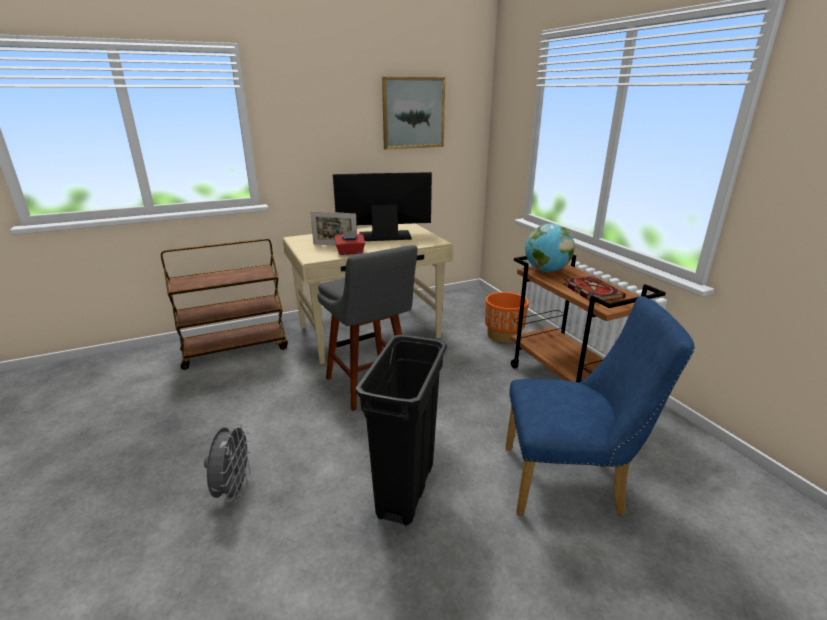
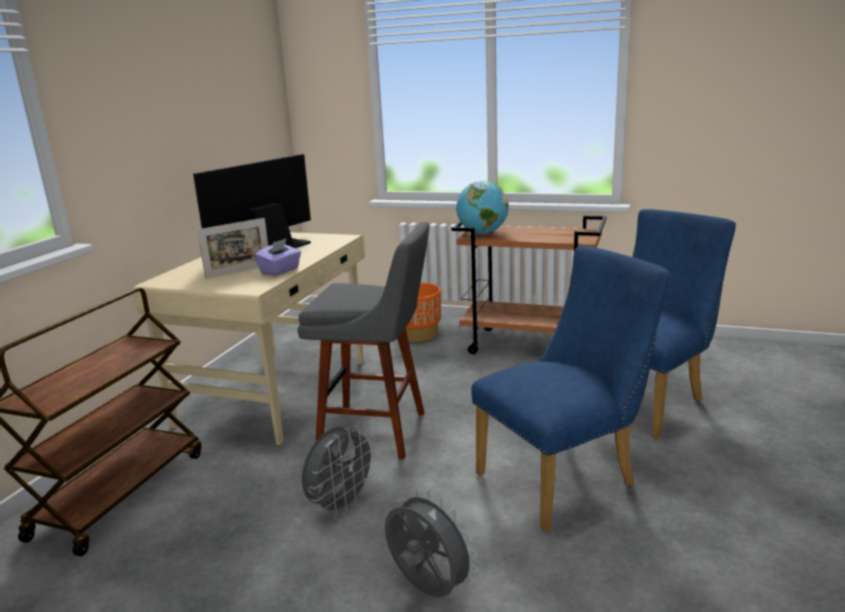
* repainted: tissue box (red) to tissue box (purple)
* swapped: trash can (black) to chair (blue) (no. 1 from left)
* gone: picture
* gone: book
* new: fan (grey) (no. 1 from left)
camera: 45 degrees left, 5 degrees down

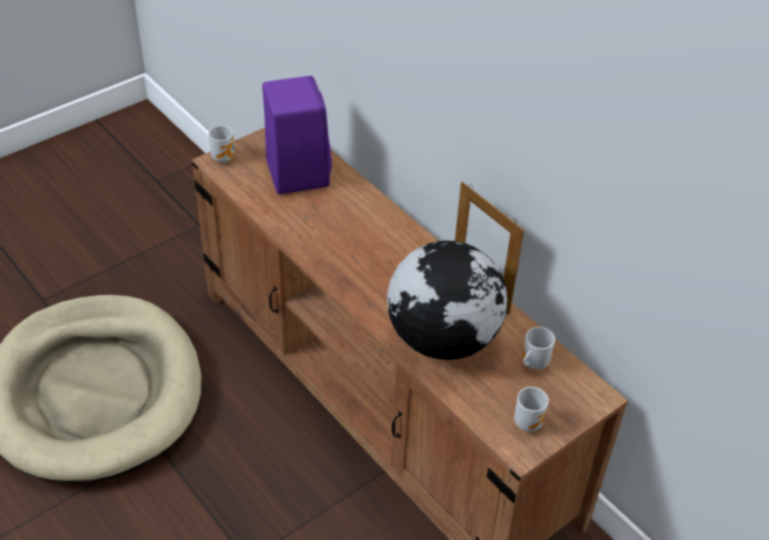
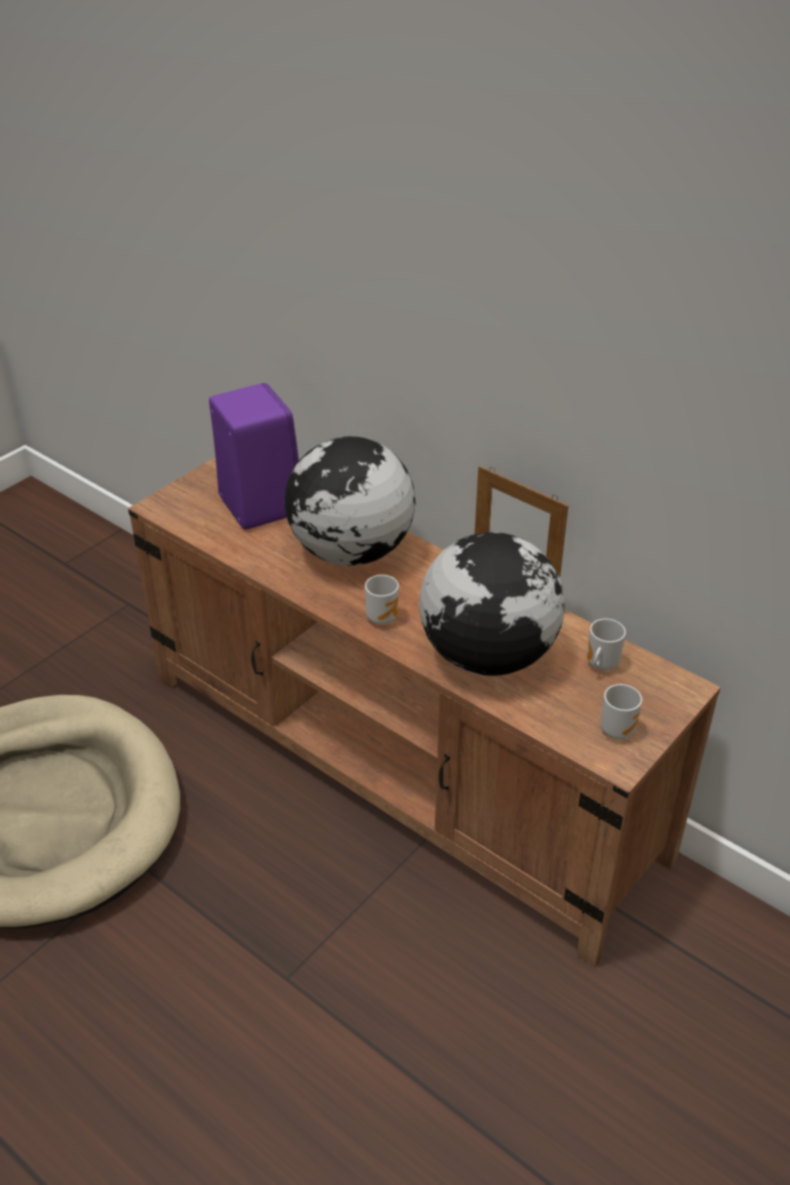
* shifted: mug (no. 1 from left)
* new: globe (no. 1 from left)
camera: 10 degrees left, 5 degrees down

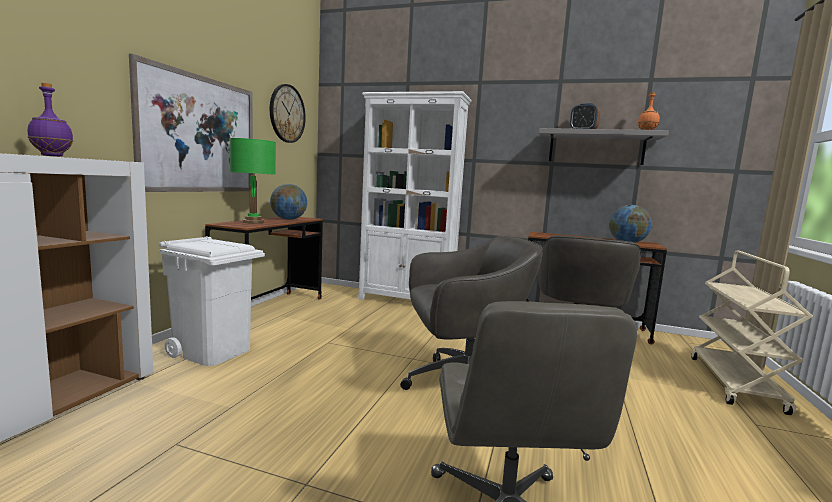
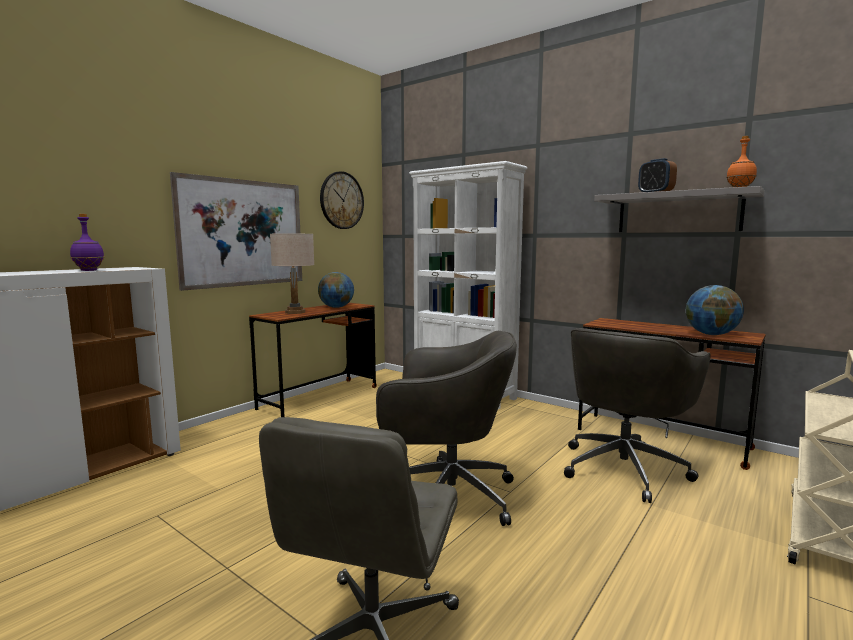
* gone: trash can (white)
* repainted: table lamp (green) to table lamp (beige)
camera: 20 degrees right, 0 degrees up

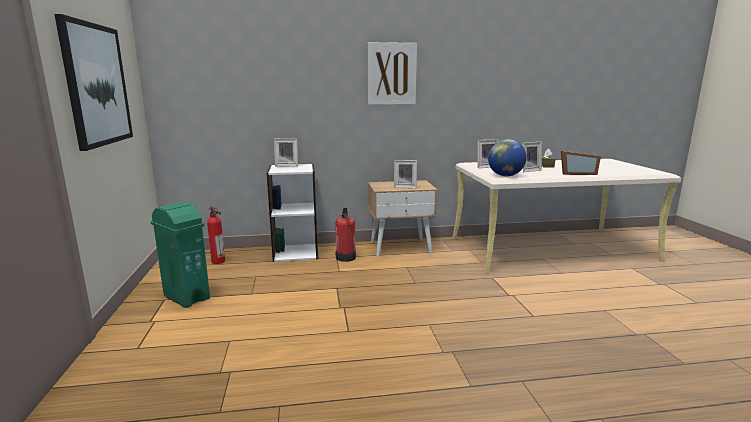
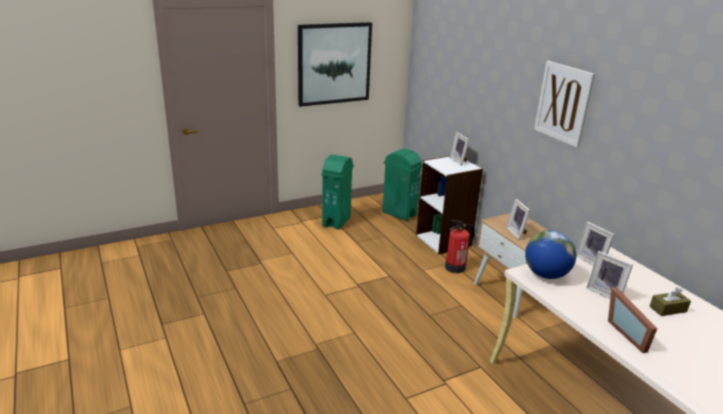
* swapped: fire extinguisher (no. 1 from left) to trash can (green) (no. 2 from left)
camera: 70 degrees right, 10 degrees up

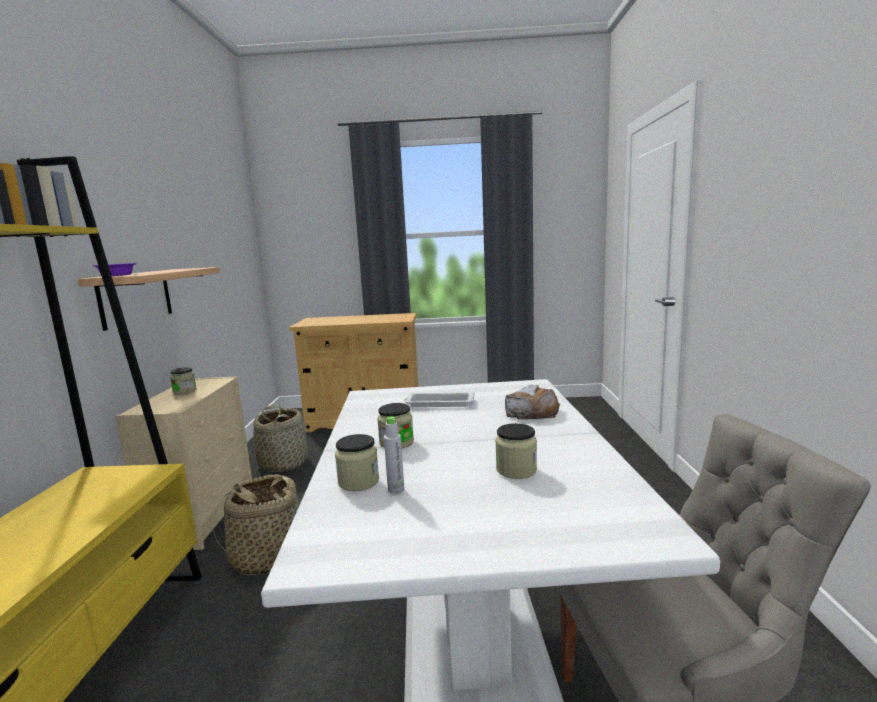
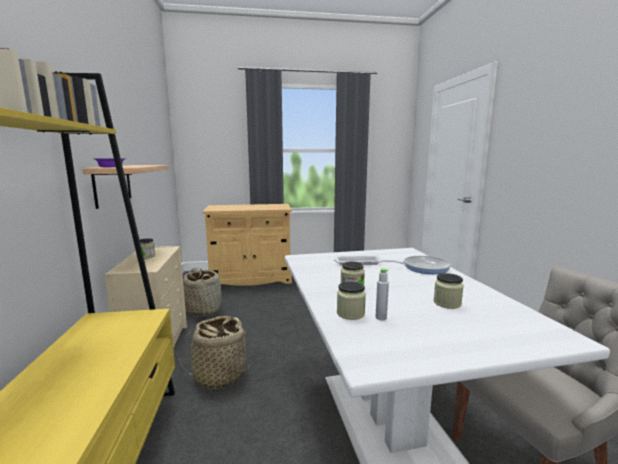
* swapped: bread to frying pan
camera: 10 degrees left, 0 degrees up

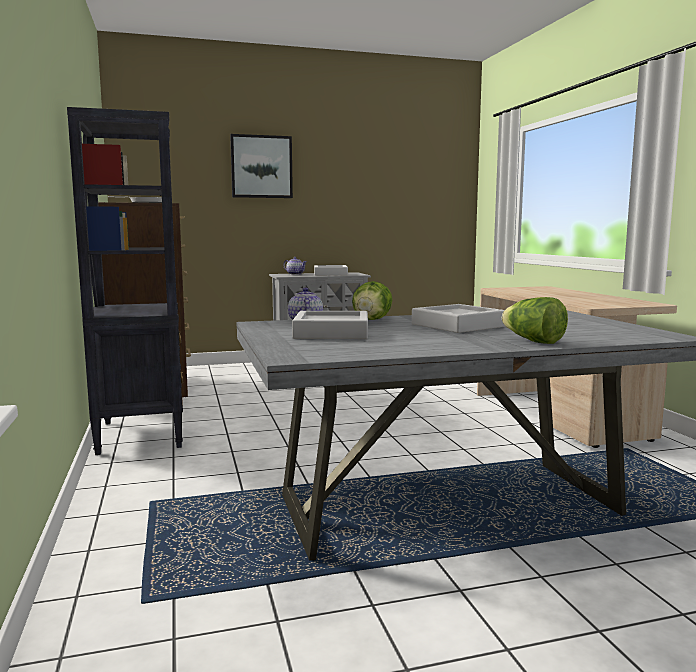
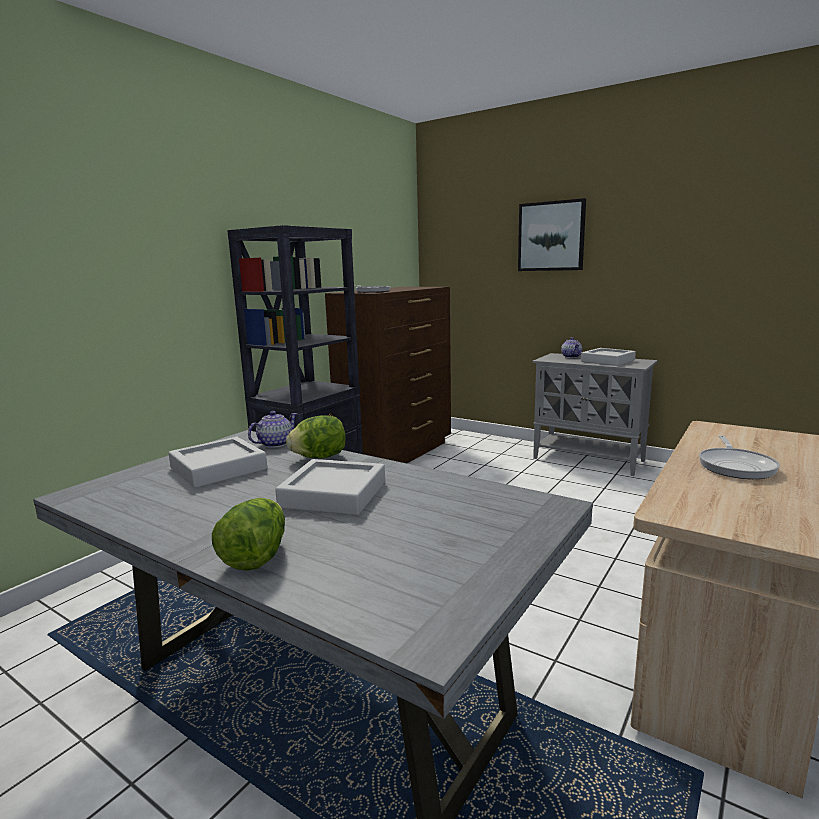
* new: frying pan (no. 2 from left)
camera: 50 degrees right, 5 degrees up

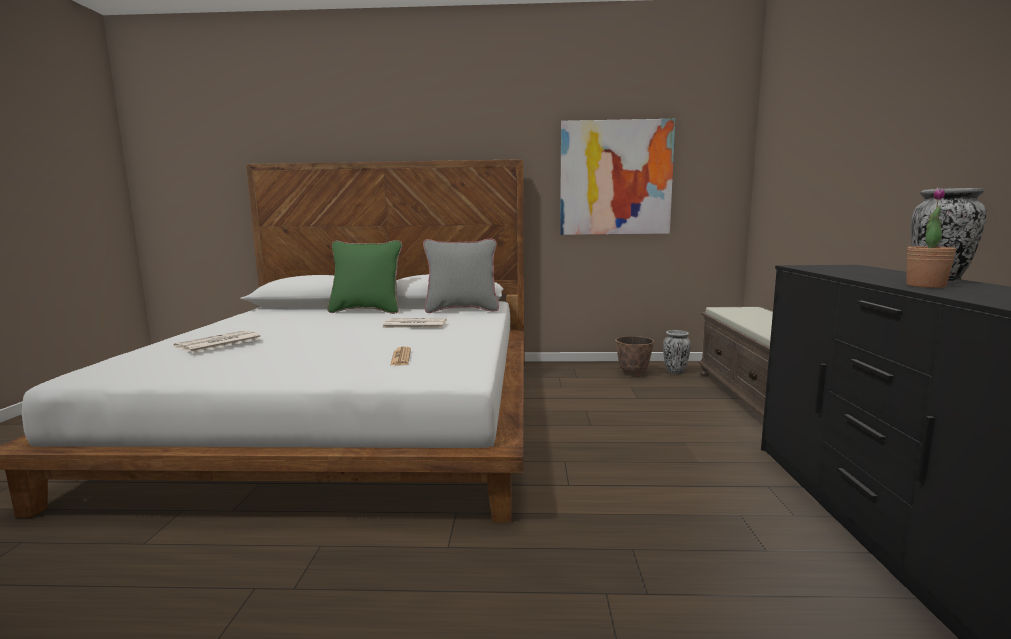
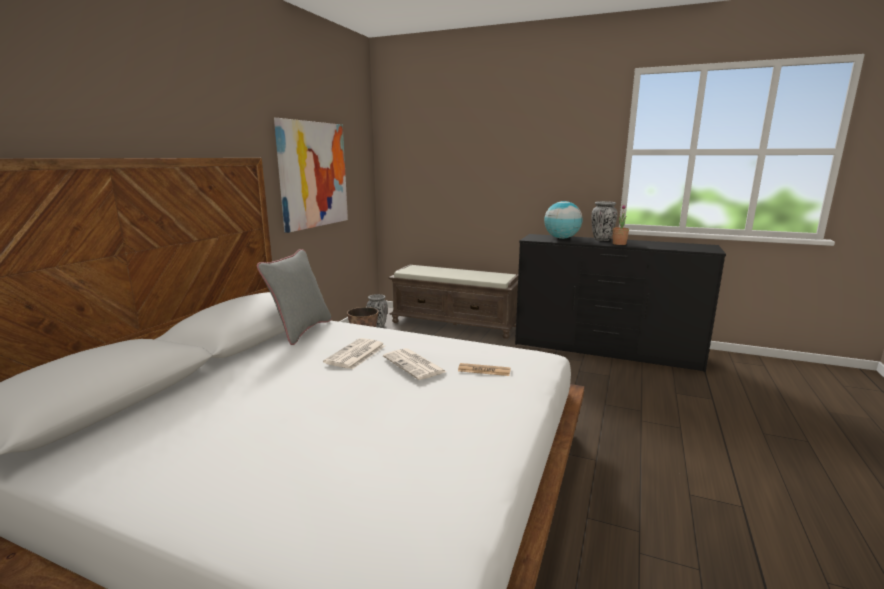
* shifted: newspaper (no. 1 from left in the first image) to newspaper (no. 2 from left)
* gone: pillow (green)
* new: globe
camera: 70 degrees left, 5 degrees up

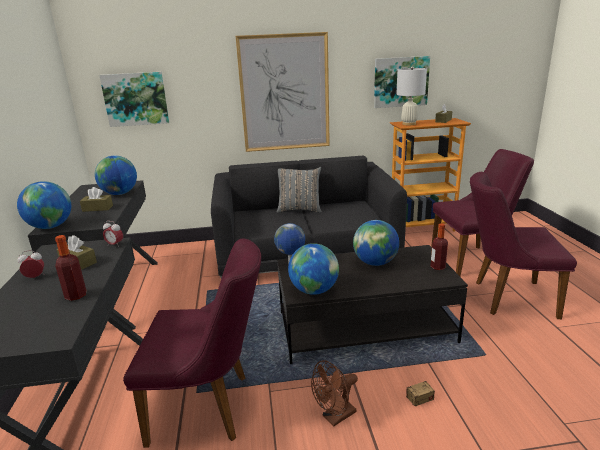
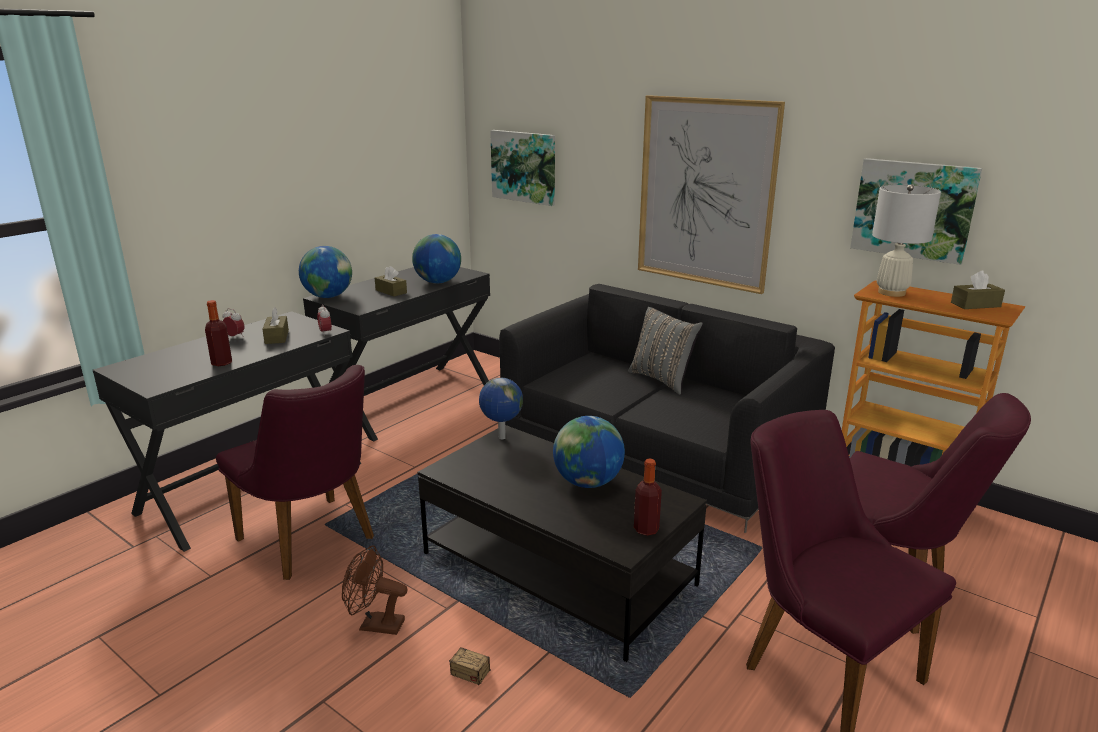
* gone: globe (no. 4 from left)
camera: 45 degrees right, 0 degrees up

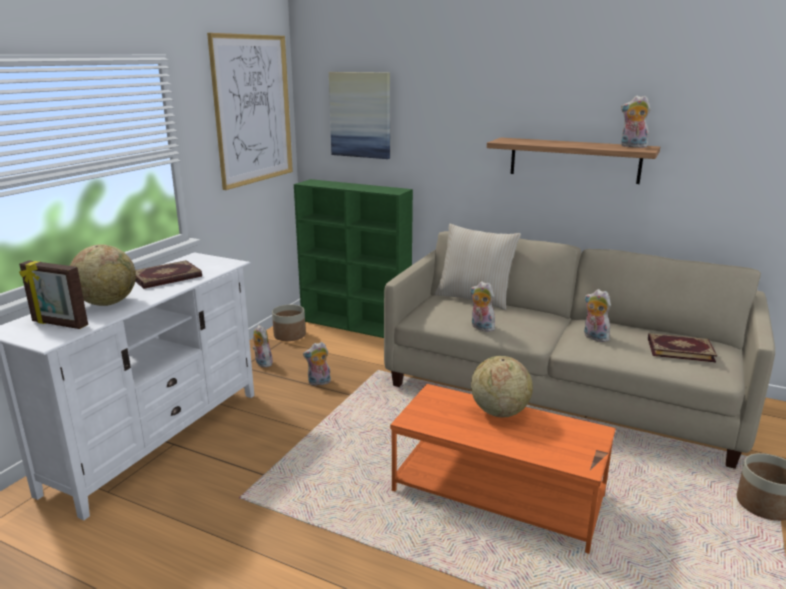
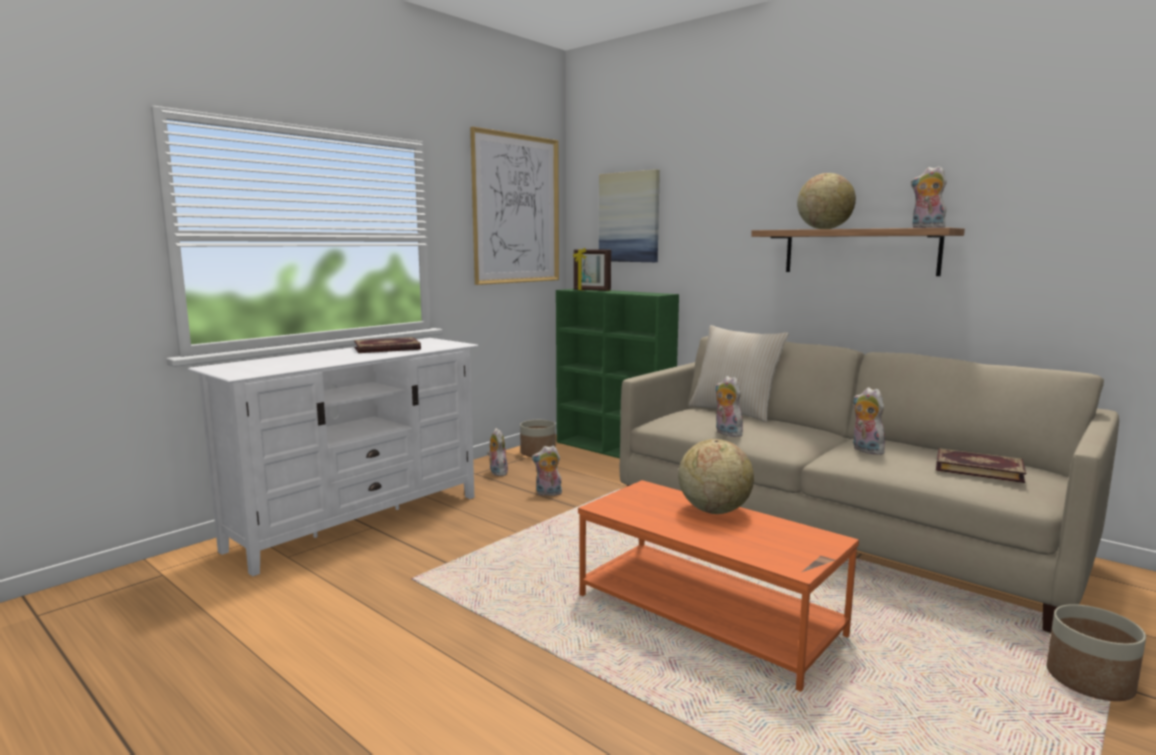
* shifted: picture frame
* shifted: globe (no. 1 from left in the first image) to globe (no. 2 from left)
camera: 15 degrees right, 10 degrees down

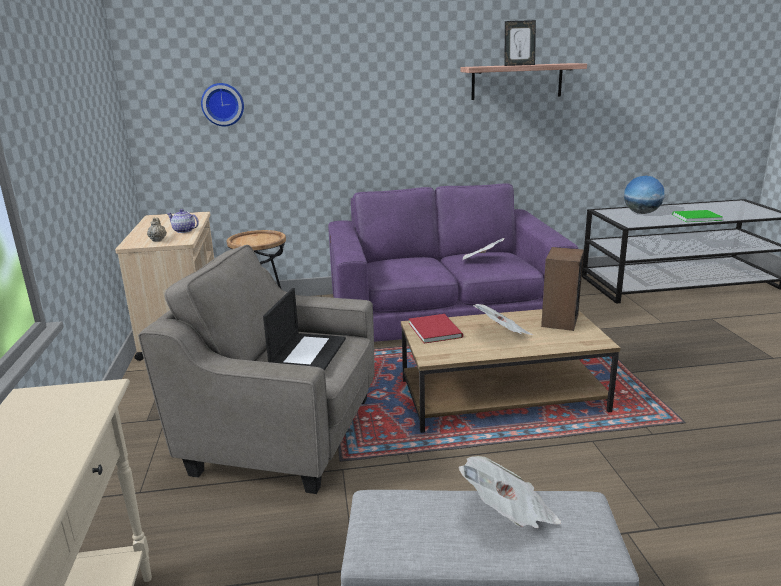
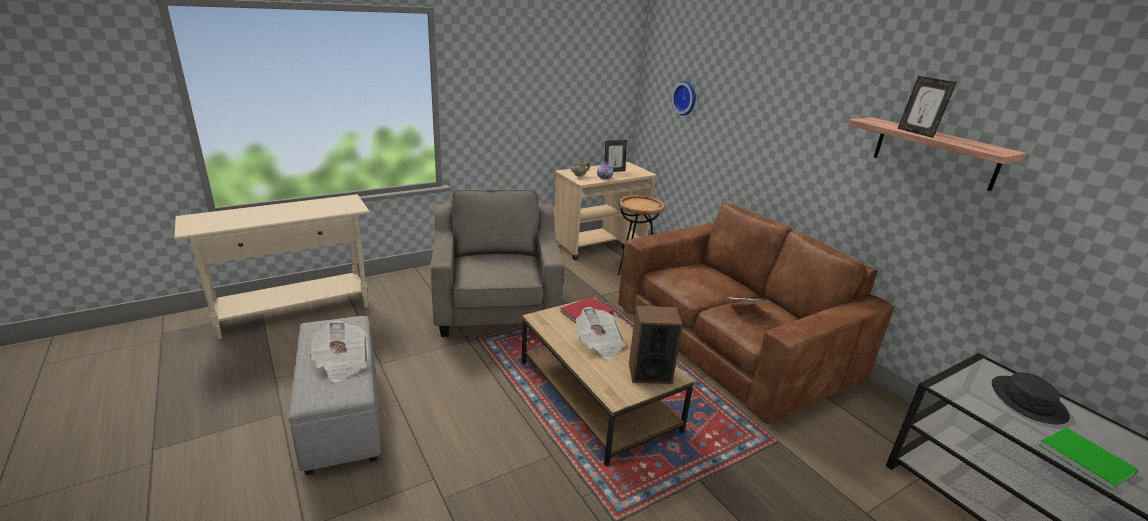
* gone: laptop
* repainted: sofa (purple) to sofa (brown)
* swapped: globe to hat (black)
* new: picture frame (no. 1 from left)
camera: 65 degrees right, 5 degrees up

